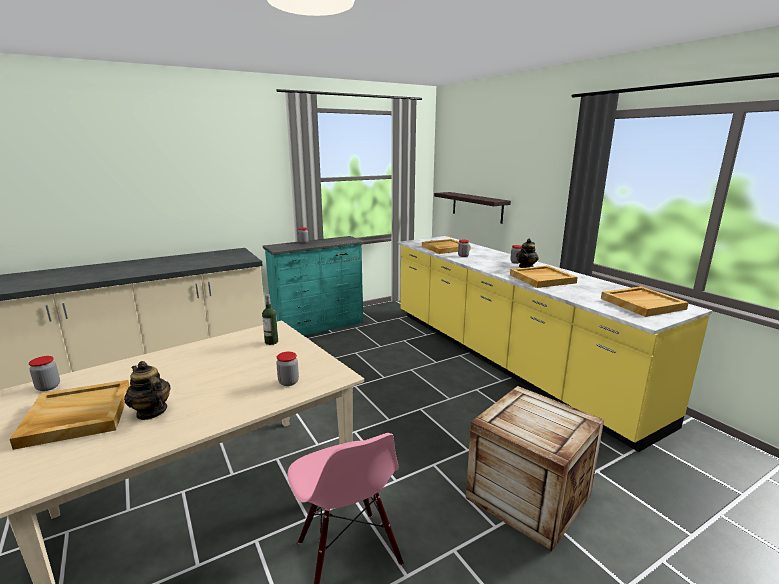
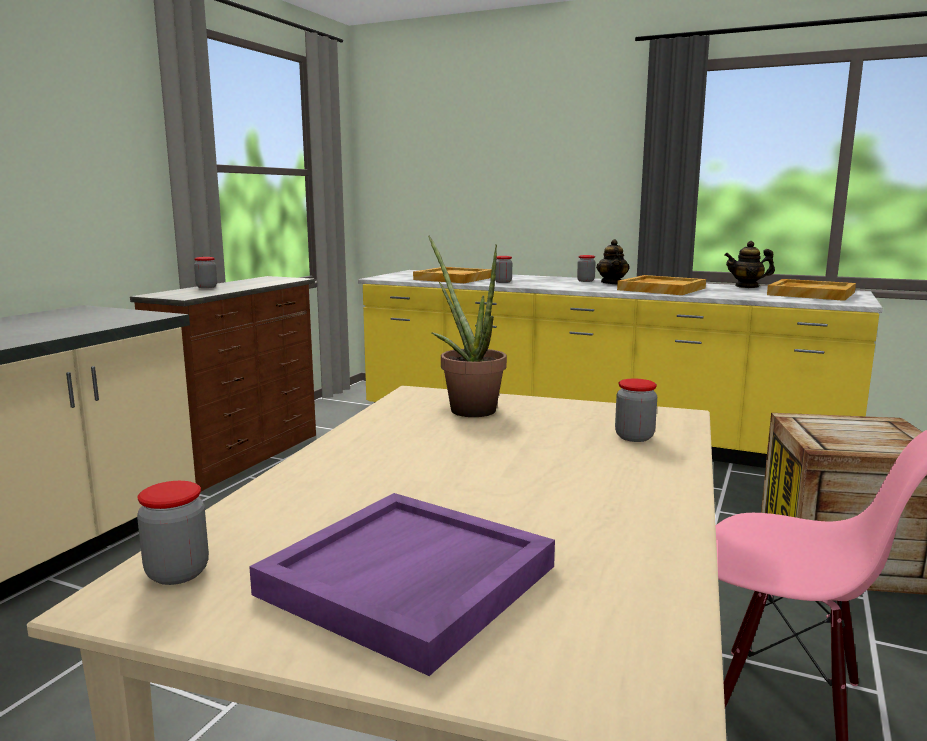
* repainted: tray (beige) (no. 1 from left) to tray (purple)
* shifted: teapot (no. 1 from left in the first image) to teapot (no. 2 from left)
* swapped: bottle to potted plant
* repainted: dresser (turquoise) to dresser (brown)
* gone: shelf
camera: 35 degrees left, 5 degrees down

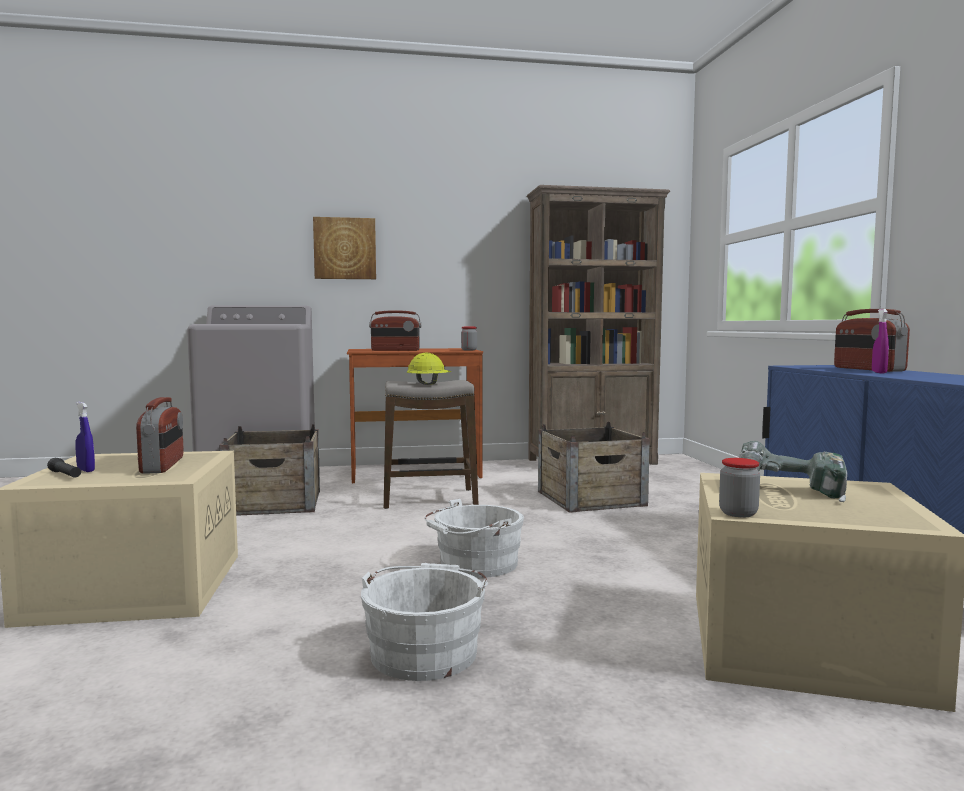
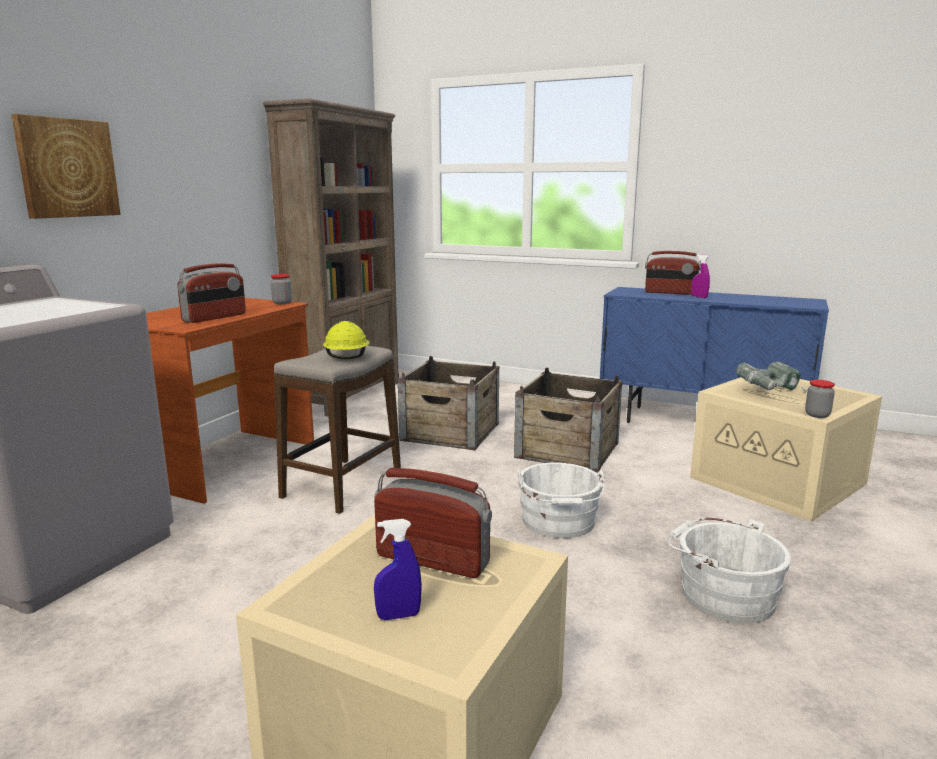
* gone: flashlight (black)
* shifted: crate (no. 1 from left in the first image) to crate (no. 2 from left)
camera: 55 degrees left, 10 degrees up

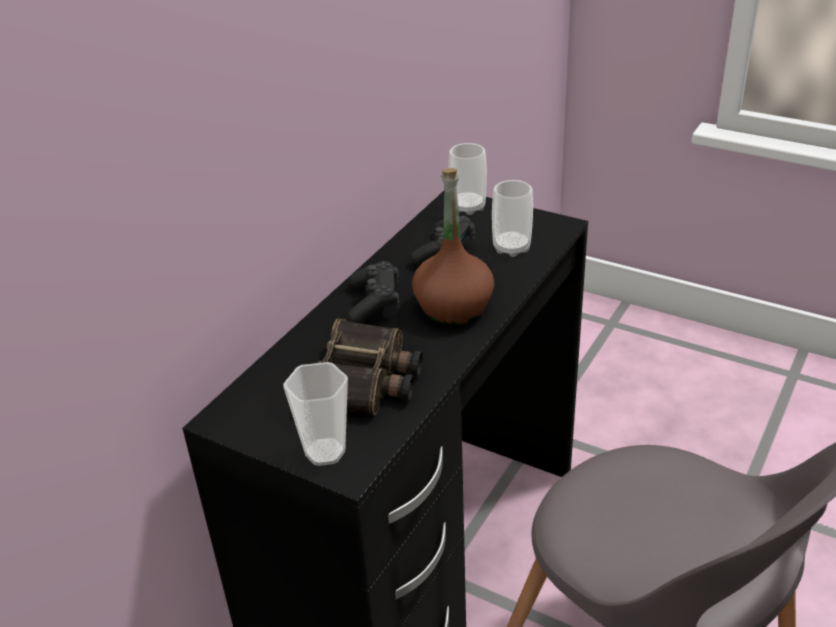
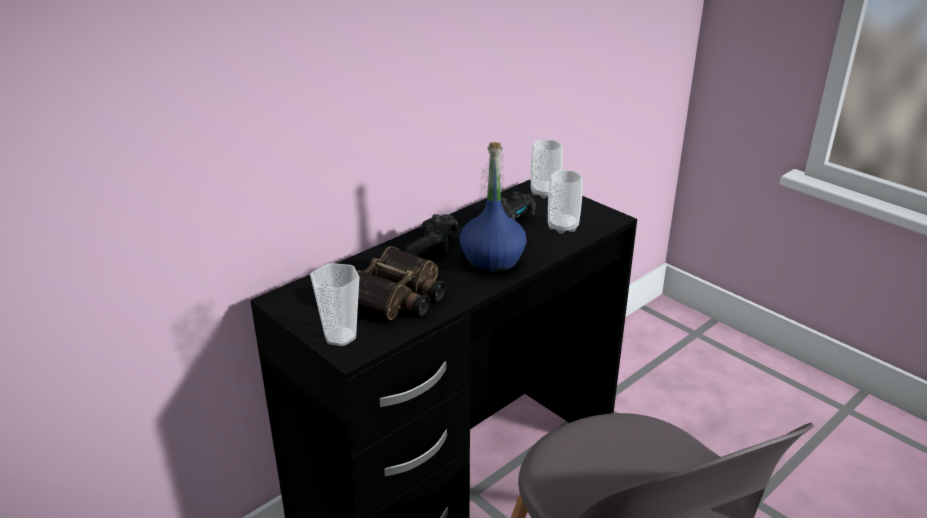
* repainted: bottle (brown) to bottle (blue)
camera: 15 degrees right, 5 degrees down

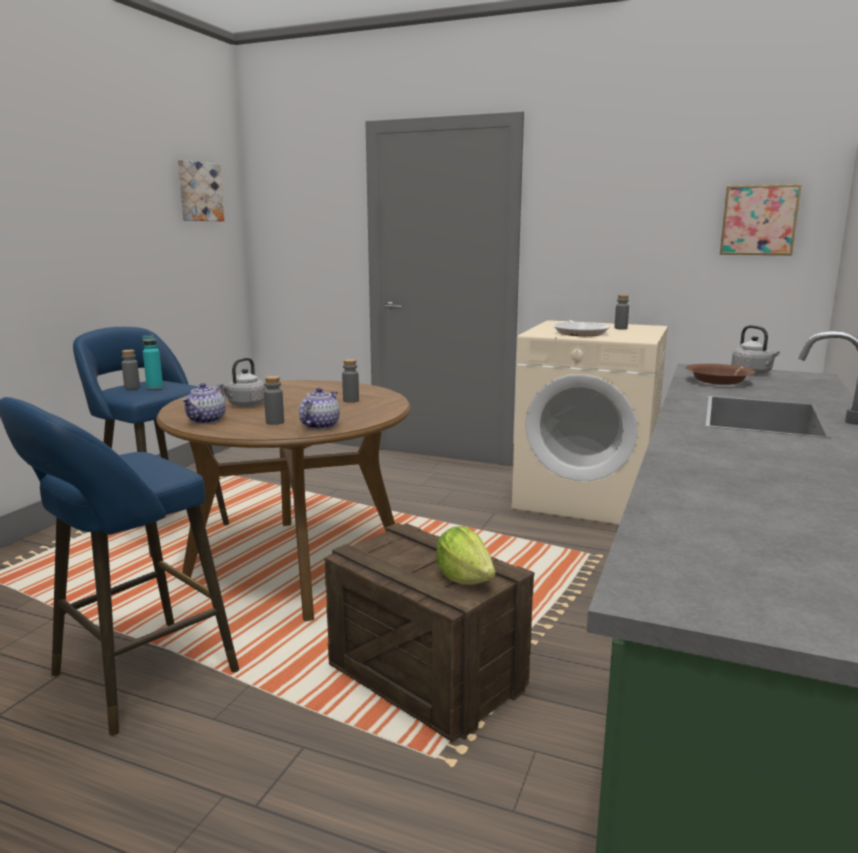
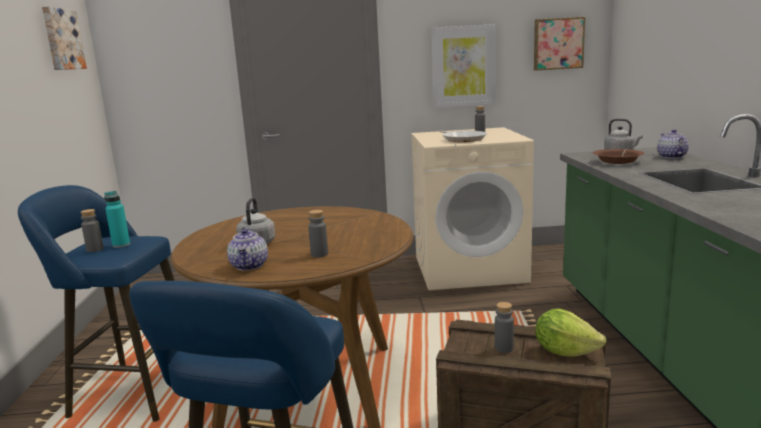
* shifted: teapot (no. 2 from left)
* shifted: bottle (grey) (no. 3 from left in the first image) to bottle (grey) (no. 4 from left)
* new: picture (no. 2 from left)
camera: 25 degrees left, 0 degrees up

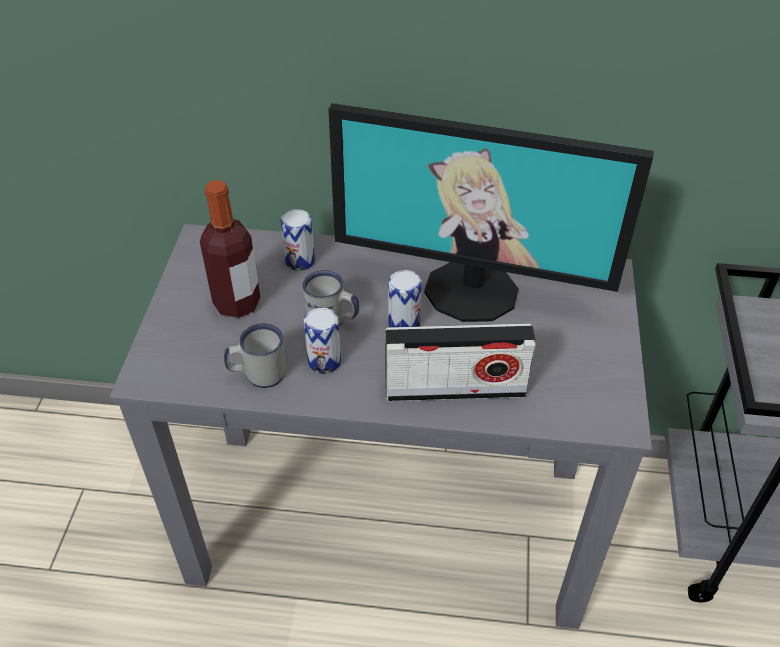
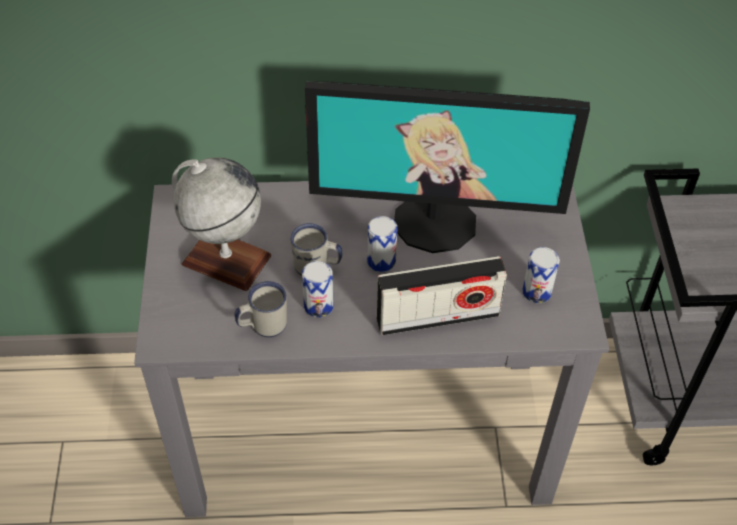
* swapped: bottle to globe
* shifted: can (no. 1 from left in the first image) to can (no. 3 from left)
camera: 10 degrees left, 5 degrees up

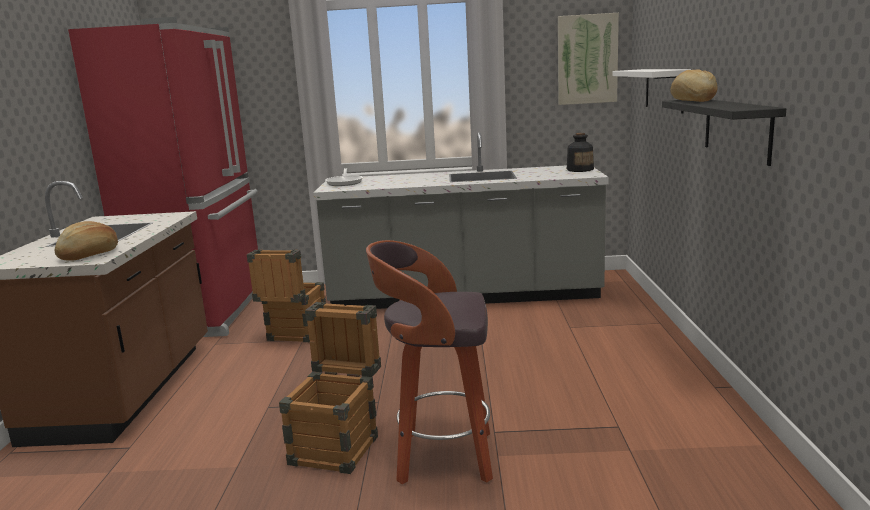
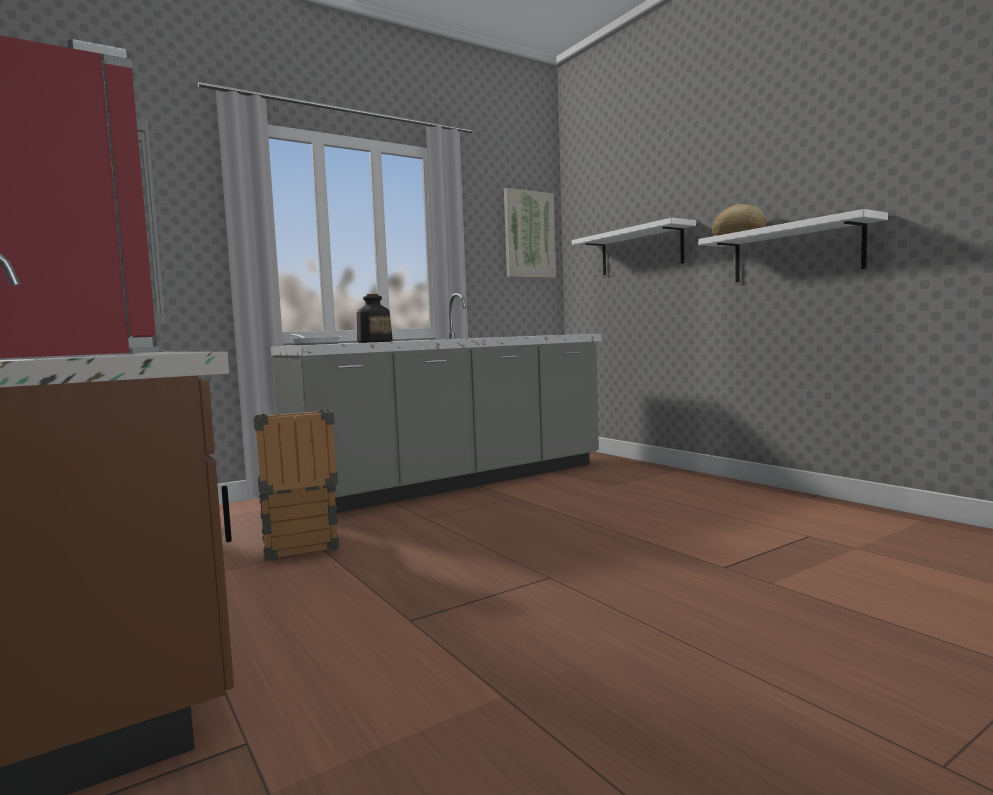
* gone: bread (no. 1 from left)
* gone: crate (no. 2 from left)
* gone: stool
* shifted: bottle
* repainted: shelf (black) to shelf (white) (no. 2 from left)
camera: 35 degrees left, 10 degrees down

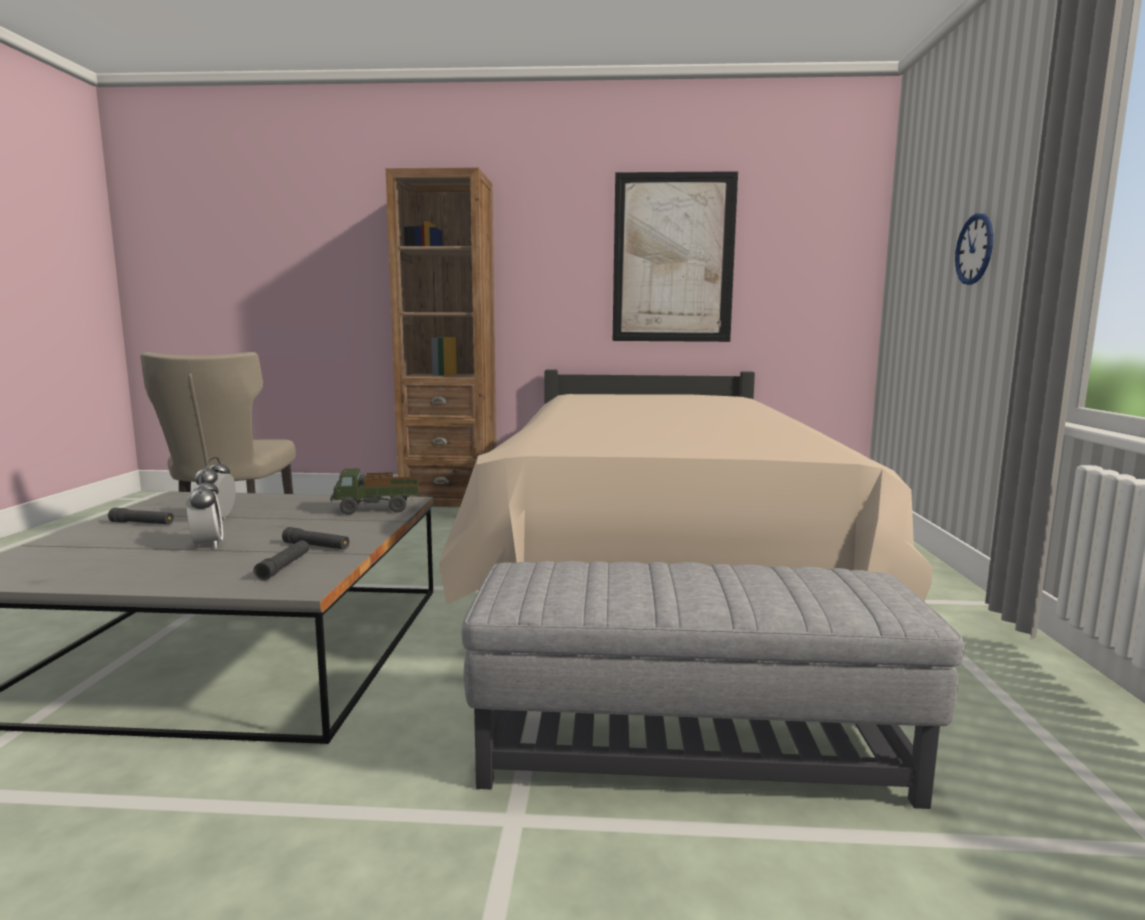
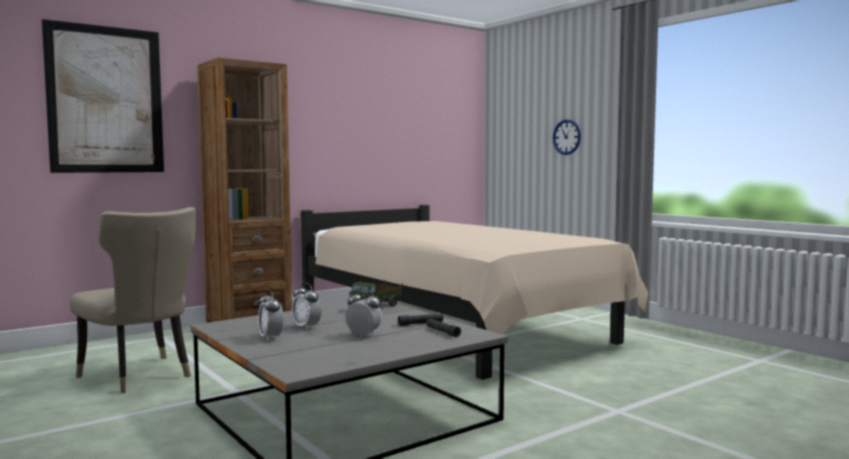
* swapped: flashlight (black) (no. 1 from left) to alarm clock (no. 1 from left)
* gone: ottoman (grey)
* shifted: picture
camera: 40 degrees left, 5 degrees down

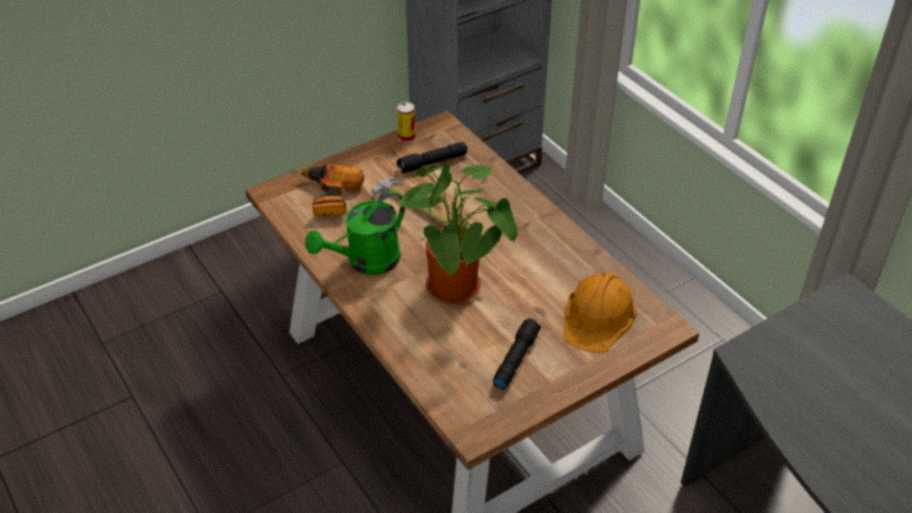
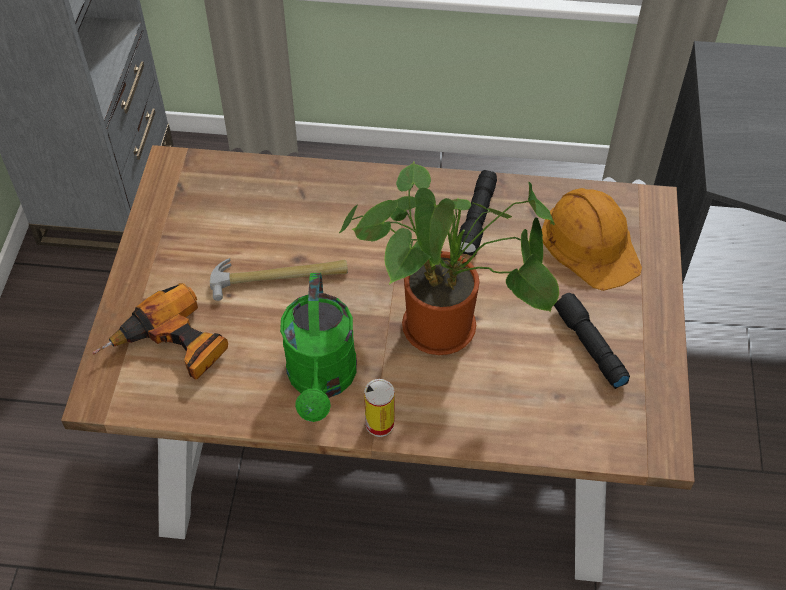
* shifted: can
* shifted: flashlight (black) (no. 1 from left)
camera: 50 degrees left, 10 degrees up

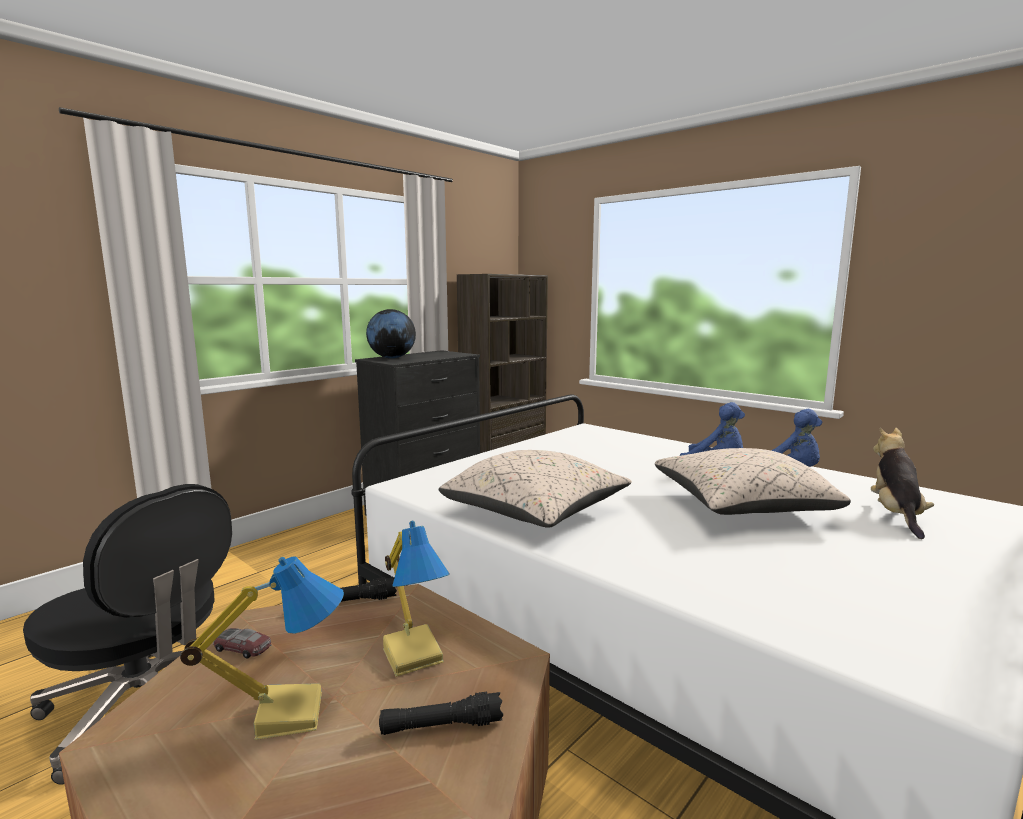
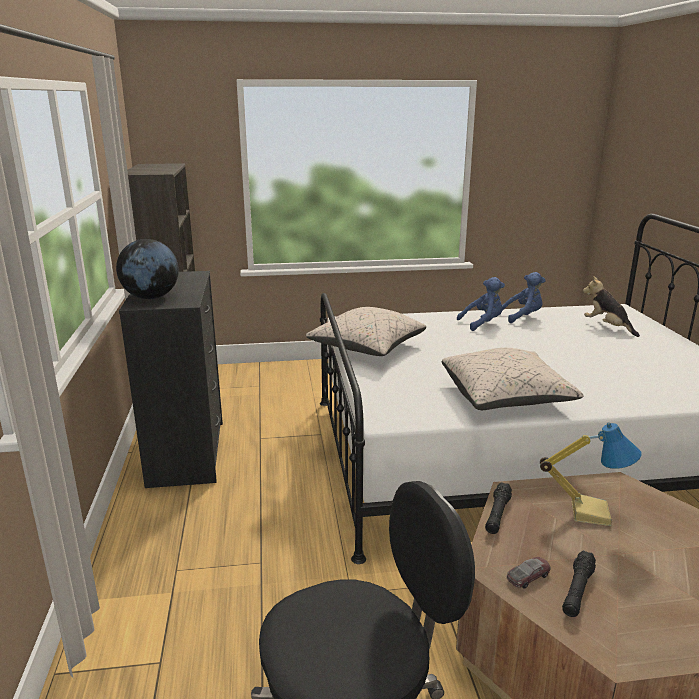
* gone: table lamp (no. 1 from left)
* shifted: flashlight (black) (no. 2 from left)
* shifted: pillow (beige) (no. 2 from left in the first image) to pillow (beige) (no. 1 from left)
camera: 50 degrees left, 10 degrees up

